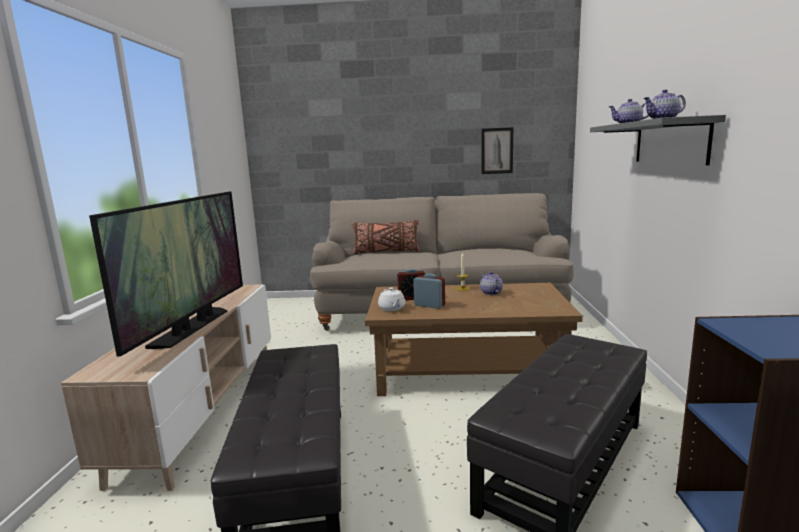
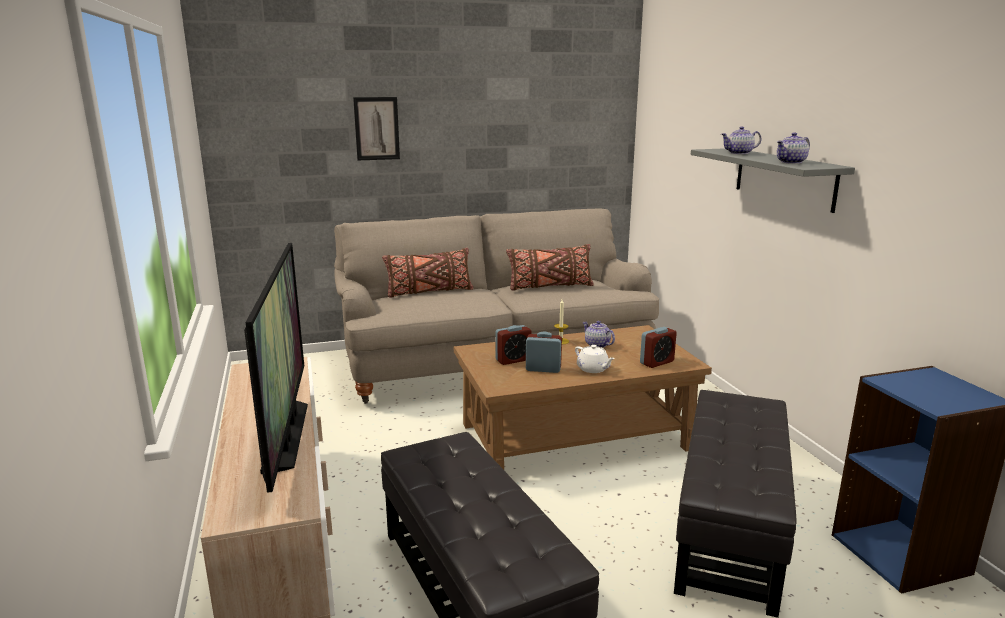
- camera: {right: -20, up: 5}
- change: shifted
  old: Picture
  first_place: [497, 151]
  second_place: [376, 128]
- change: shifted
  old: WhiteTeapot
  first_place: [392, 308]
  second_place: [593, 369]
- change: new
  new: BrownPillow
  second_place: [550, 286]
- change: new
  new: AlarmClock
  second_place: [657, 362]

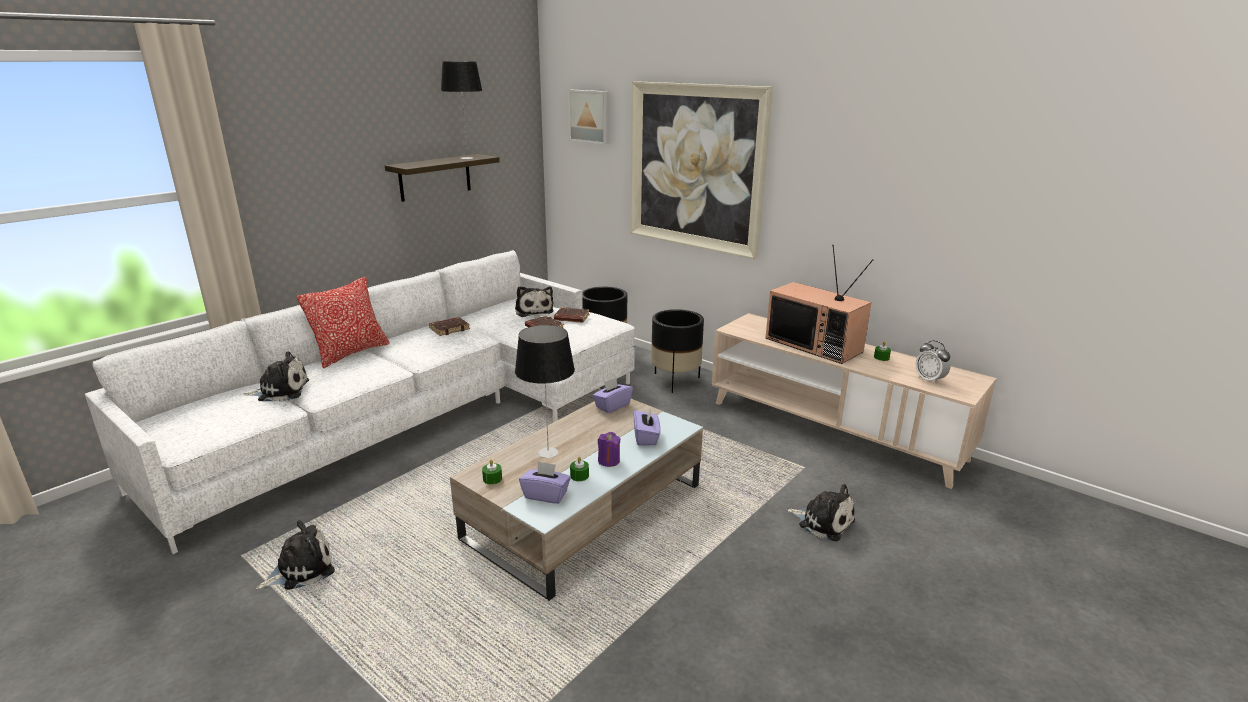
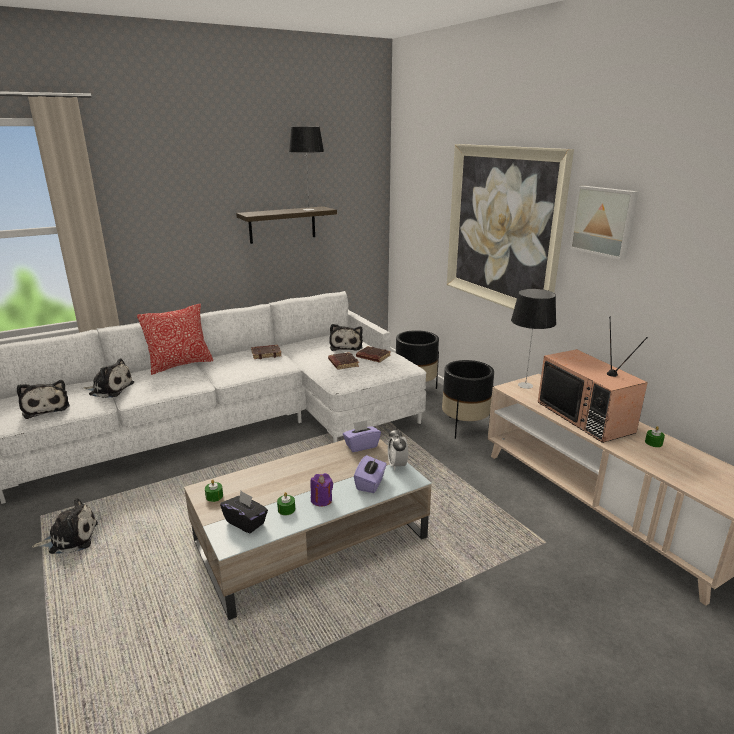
- camera: {right: 20, up: 0}
- change: shifted
  old: Picture
  first_place: [590, 116]
  second_place: [604, 221]
- change: shifted
  old: TableLamp
  first_place: [549, 452]
  second_place: [526, 385]
- change: shifted
  old: AlarmClock
  first_place: [929, 380]
  second_place: [397, 465]
- change: repainted
  old: PurpleTissueBox
  new: BlackTissueBox
  first_place: [546, 495]
  second_place: [246, 522]
- change: shifted
  old: PlushToy
  first_place: [823, 522]
  second_place: [46, 408]

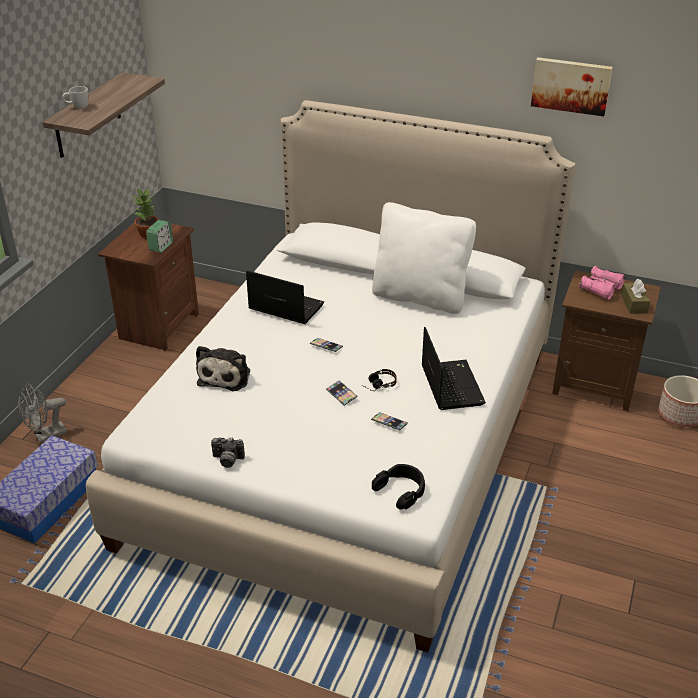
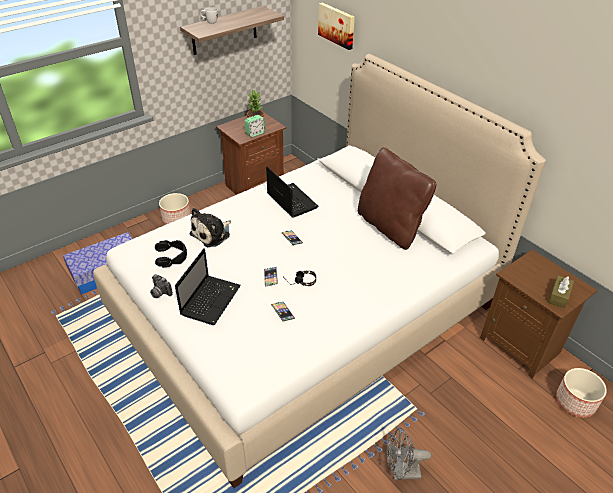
- camera: {right: 30, up: 5}
- change: shifted
  old: Picture
  first_place: [571, 85]
  second_place: [337, 25]
- change: repainted
  old: WhitePillow
  new: BrownPillow
  first_place: [420, 297]
  second_place: [390, 227]
- change: gone
  old: PinkBinoculars
  first_place: [601, 289]
- change: shifted
  old: Laptop
  first_place: [450, 385]
  second_place: [211, 299]
- change: shifted
  old: GreyFan
  first_place: [46, 436]
  second_place: [401, 472]
- change: shifted
  old: BlackHeadphones
  first_place: [401, 490]
  second_place: [171, 256]
- change: new
  new: Planter
  second_place: [176, 219]

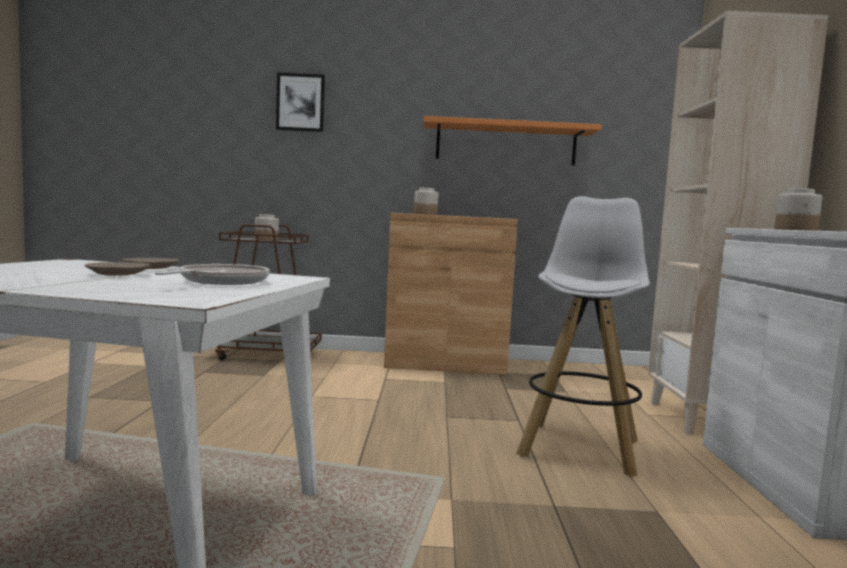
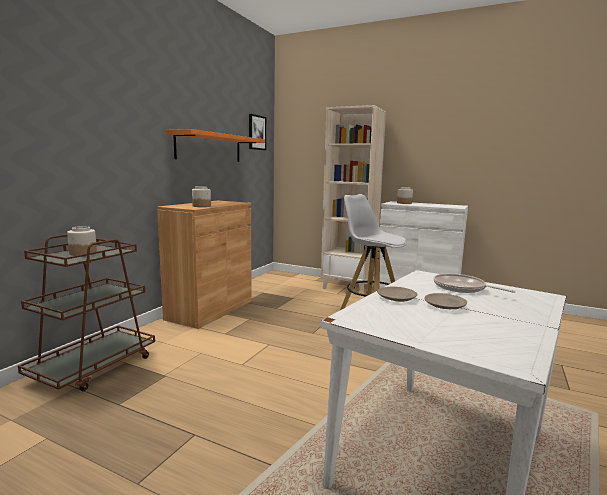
- camera: {right: -65, up: 5}
- change: shifted
  old: Picture
  first_place: [300, 102]
  second_place: [256, 132]

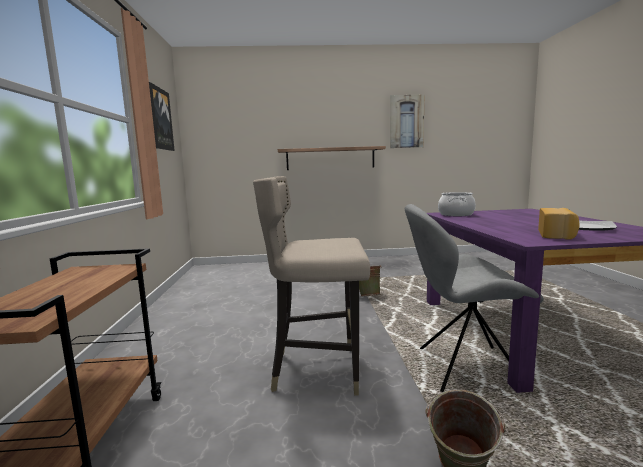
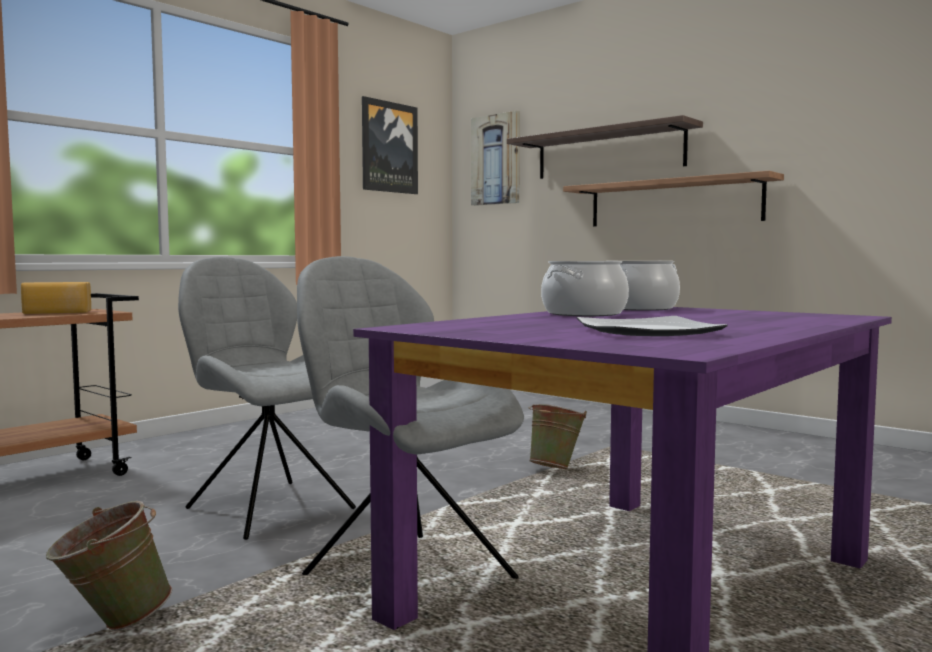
- camera: {right: 45, up: -5}
- change: shifted
  old: Picture
  first_place: [406, 121]
  second_place: [496, 160]
- change: swapped
  old: BeigeStool
  new: GreyChair
  first_place: [318, 370]
  second_place: [267, 507]
- change: shifted
  old: Bread
  first_place: [557, 235]
  second_place: [57, 312]
- change: new
  new: Shelf
  second_place: [608, 153]
- change: new
  new: CookingPot
  second_place: [584, 314]

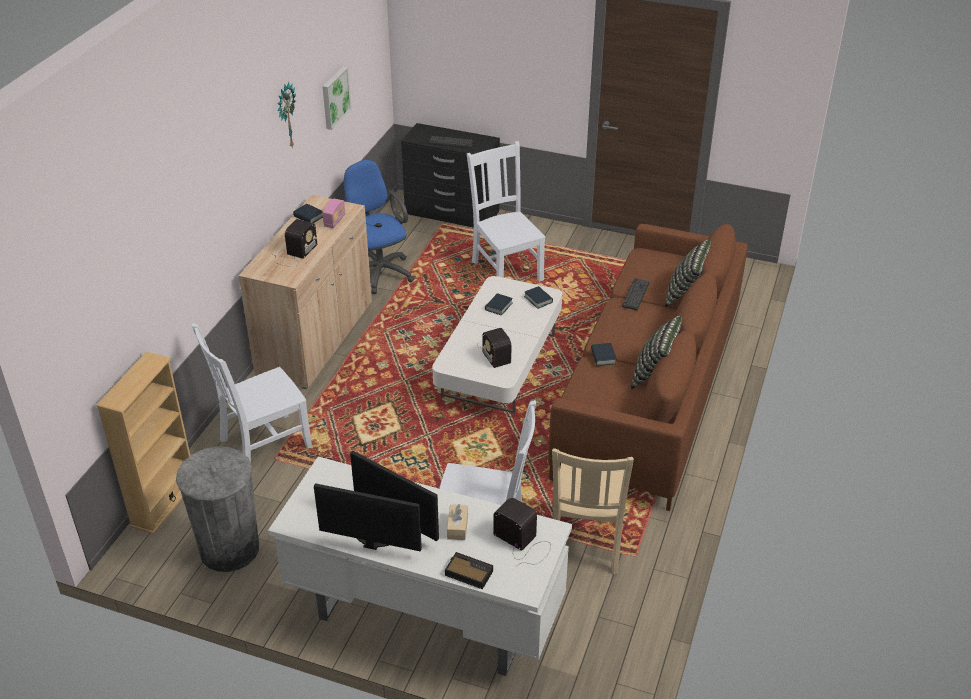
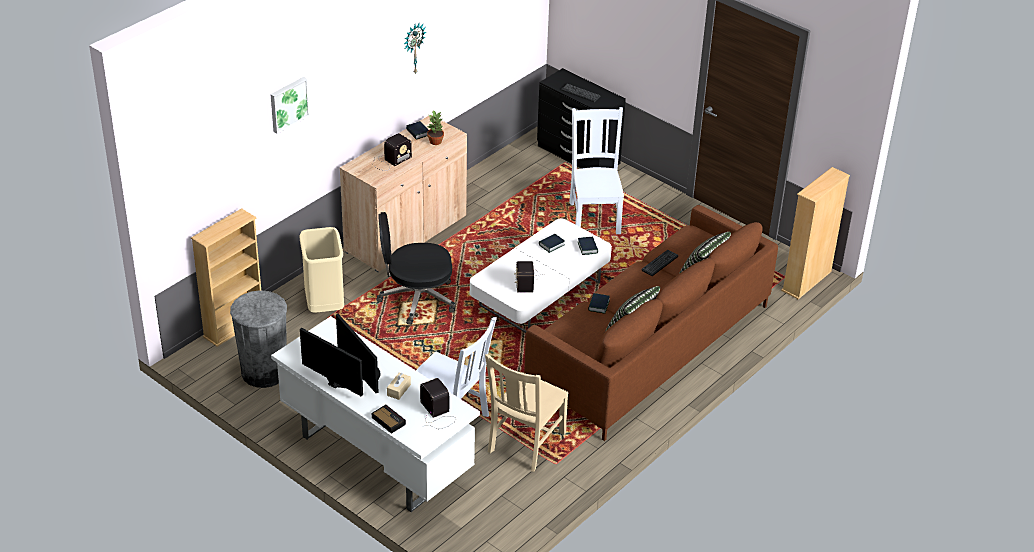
- camera: {right: 20, up: 0}
- change: shifted
  old: Picture
  first_place: [334, 97]
  second_place: [288, 104]
- change: gone
  old: BlueOfficeChair
  first_place: [378, 271]
- change: swapped
  old: Radio
  new: PottedPlant
  first_place: [334, 221]
  second_place: [435, 141]
- change: swapped
  old: WhiteChair
  new: BeigeTrashCan
  first_place: [262, 444]
  second_place: [324, 305]
- change: new
  new: BeigeBookcase
  second_place: [806, 281]
- change: new
  new: BlackOfficeChair
  second_place: [416, 299]

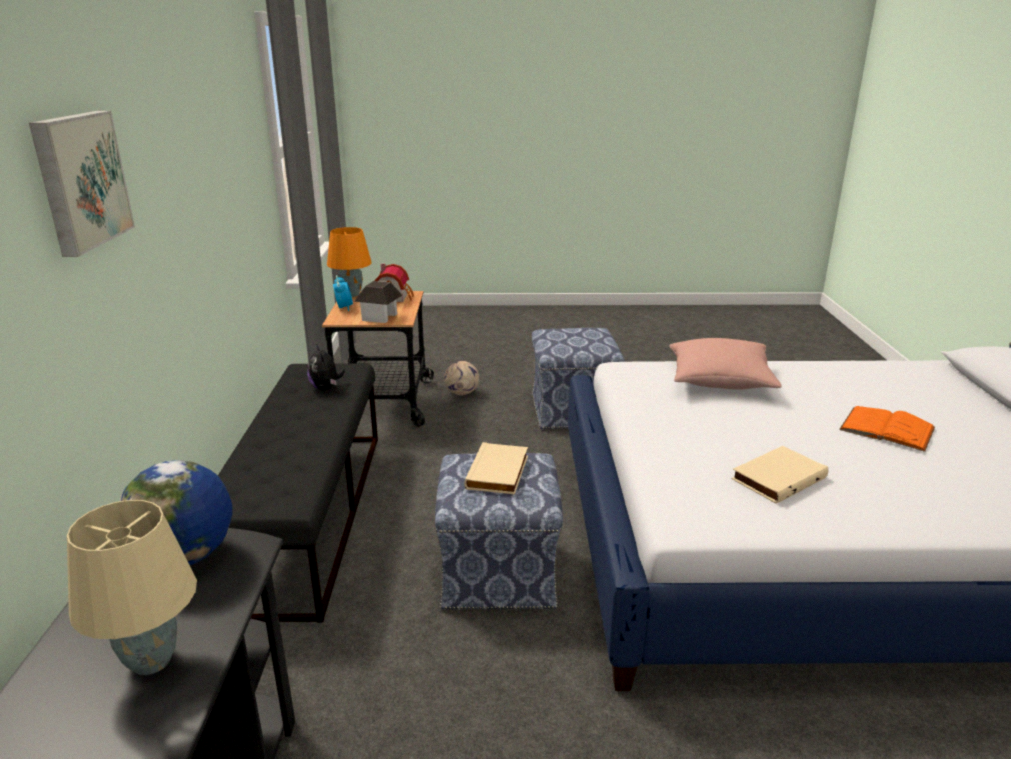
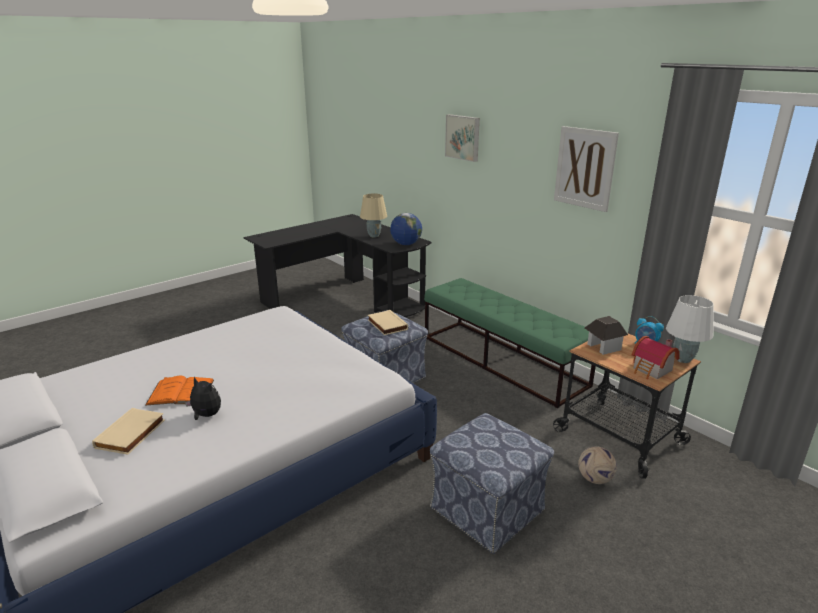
- camera: {right: 140, up: 0}
- change: repainted
  old: OrangeTableLamp
  new: WhiteTableLamp
  first_place: [352, 295]
  second_place: [682, 359]
- change: gone
  old: PinkPillow
  first_place: [720, 380]
- change: shifted
  old: PlushToy
  first_place: [326, 388]
  second_place: [206, 415]
- change: repainted
  old: BlackBench
  new: GreenBench
  first_place: [309, 514]
  second_place: [502, 360]
- change: shifted
  old: BeigeBook
  first_place: [777, 477]
  second_place: [131, 434]
- change: new
  new: Picture
  second_place: [585, 168]

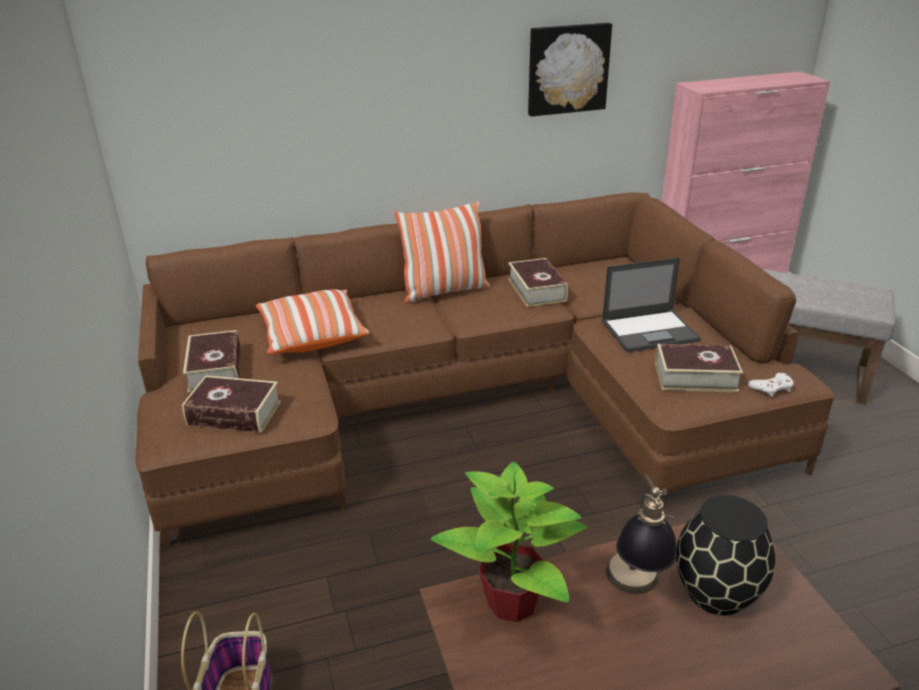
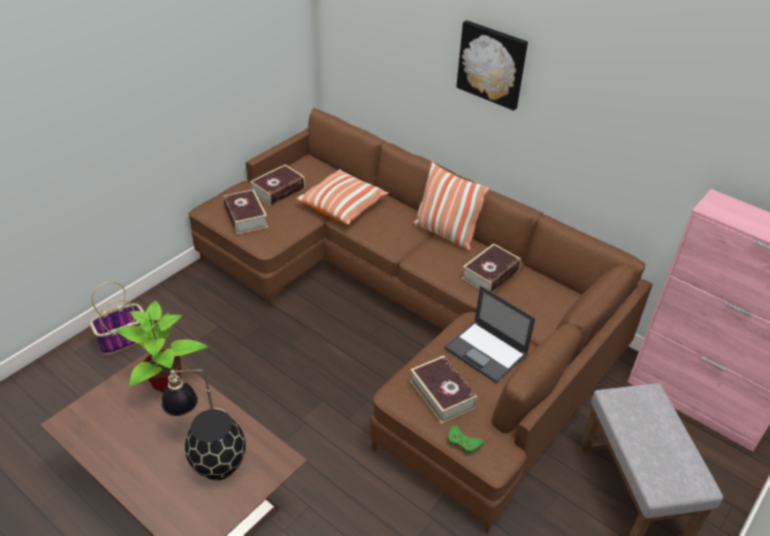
- camera: {right: 55, up: 10}
- change: shifted
  old: Picture
  first_place: [567, 69]
  second_place: [492, 64]
- change: repainted
  old: WhiteGameController
  new: GreenGameController
  first_place: [772, 387]
  second_place: [463, 442]

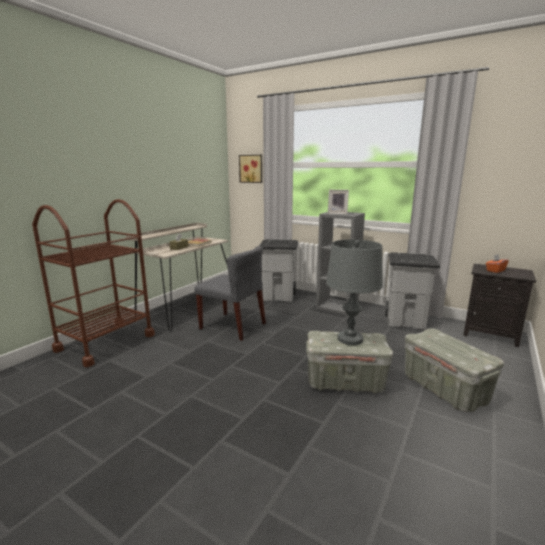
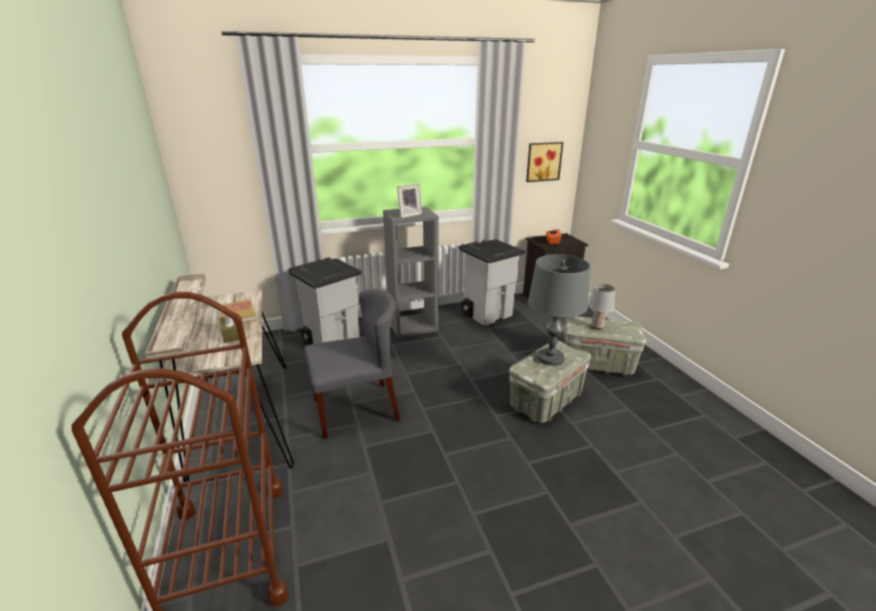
- camera: {right: -50, up: 10}
- change: shifted
  old: Picture
  first_place: [251, 168]
  second_place: [543, 161]
- change: new
  new: GreyTableLamp
  second_place: [597, 327]

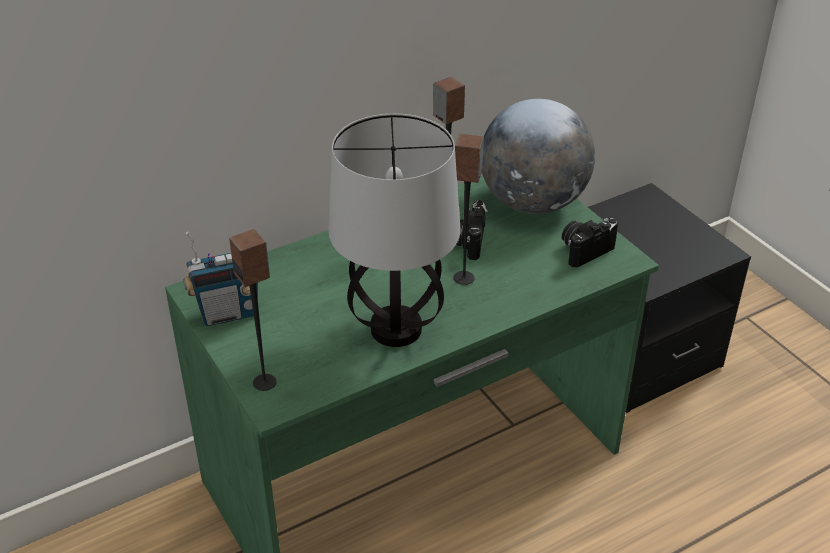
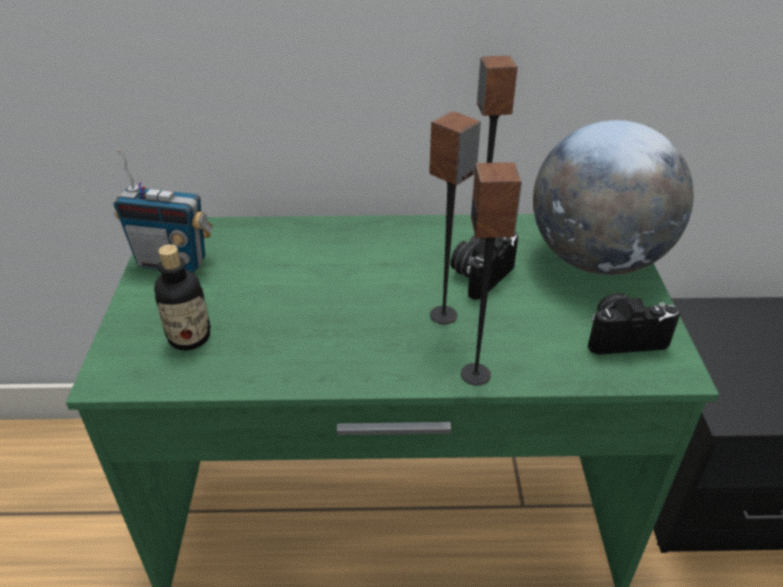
- camera: {right: 30, up: 0}
- change: gone
  old: TableLamp
  first_place: [394, 329]
- change: shifted
  old: Speaker
  first_place: [265, 382]
  second_place: [476, 374]
- change: new
  new: Bottle
  second_place: [189, 337]

